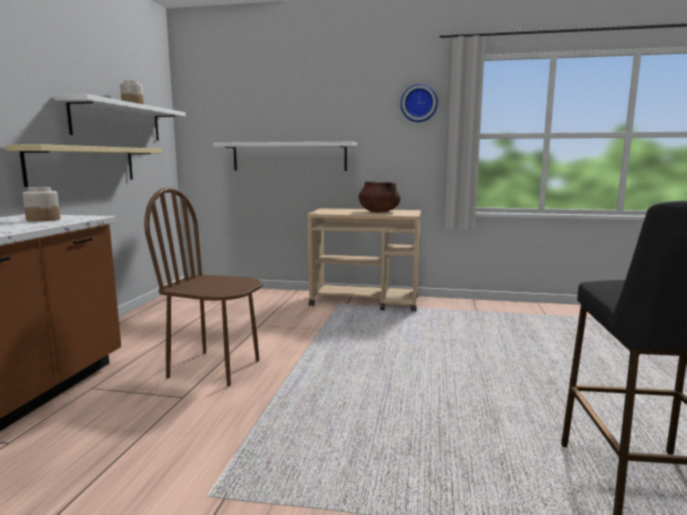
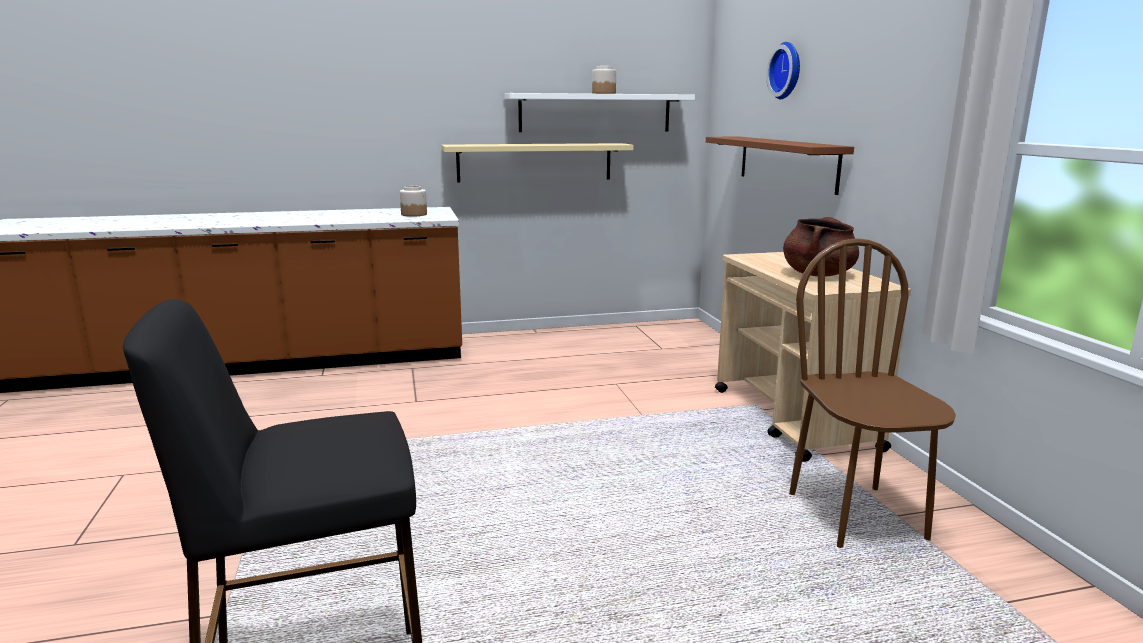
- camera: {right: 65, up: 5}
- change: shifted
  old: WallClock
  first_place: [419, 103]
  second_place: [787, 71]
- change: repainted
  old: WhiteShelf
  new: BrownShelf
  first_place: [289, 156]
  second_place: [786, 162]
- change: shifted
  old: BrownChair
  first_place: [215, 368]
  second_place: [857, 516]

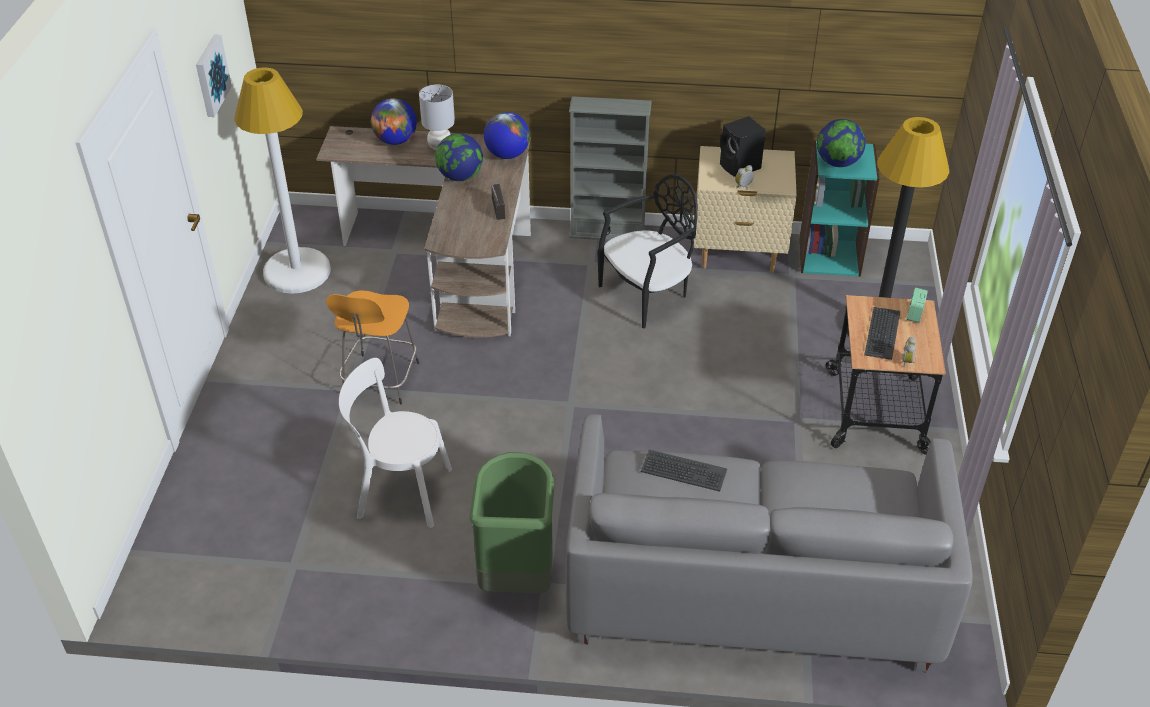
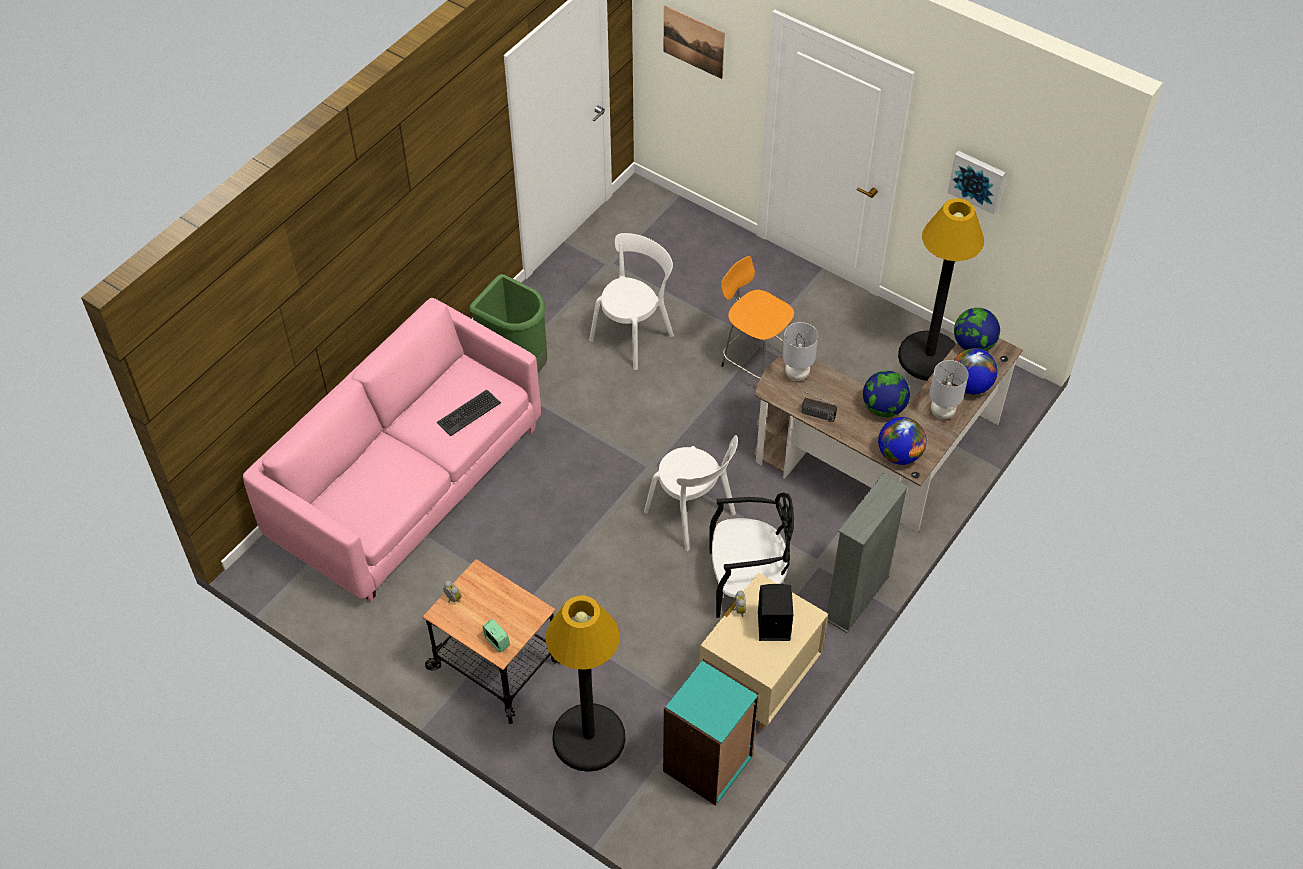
- camera: {right: 120, up: 10}
- change: repainted
  old: WhiteFloorLamp
  new: BlackFloorLamp
  first_place: [297, 271]
  second_place: [929, 357]
- change: shifted
  old: Globe
  first_place: [837, 163]
  second_place: [973, 344]
- change: rotated
  old: BlackChair
  first_place: [647, 295]
  second_place: [746, 582]
  degrees: -90
- change: gone
  old: Keyboard
  first_place: [881, 333]
- change: repainted
  old: GreySofa
  new: PinkSofa
  first_place: [750, 588]
  second_place: [407, 482]
- change: new
  new: Picture
  second_place: [693, 42]
- change: new
  new: GreyTableLamp
  second_place: [796, 374]
- change: new
  new: WhiteChair
  second_place: [692, 515]

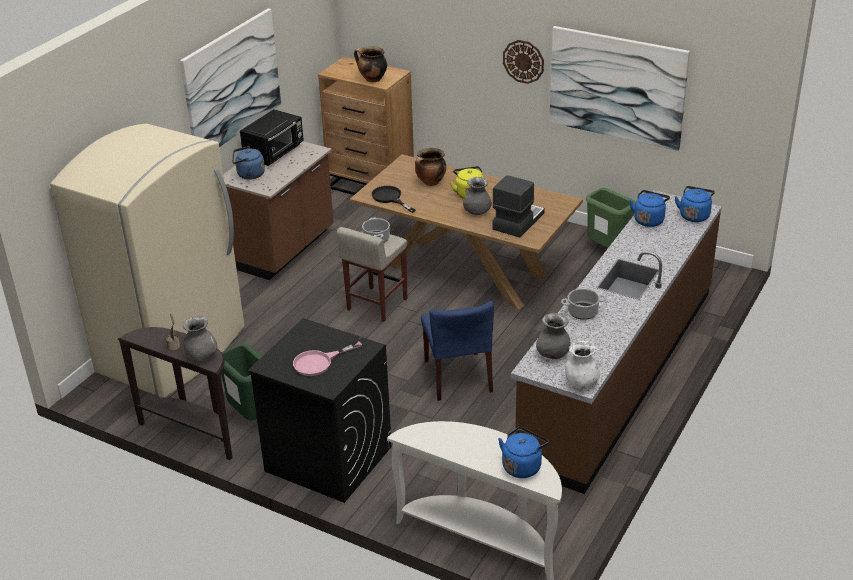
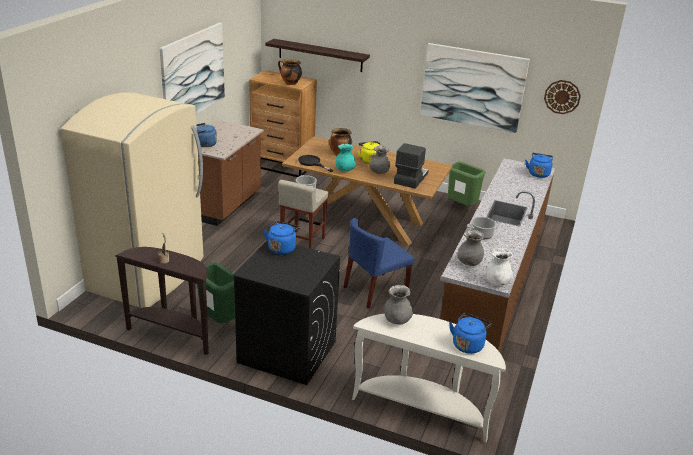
- camera: {right: -10, up: -5}
- change: shifted
  old: WallClock
  first_place: [523, 61]
  second_place: [562, 97]
- change: gone
  old: BlackMicrowave
  first_place: [275, 153]
- change: shifted
  old: BlueKettle
  first_place: [649, 220]
  second_place: [282, 248]
- change: rotated
  old: BlueChair
  first_place: [458, 376]
  second_place: [375, 290]
  degrees: 75
- change: shifted
  old: GreyVase
  first_place: [201, 356]
  second_place: [396, 320]
- change: gone
  old: PinkFryingPan
  first_place: [319, 362]
- change: new
  new: Shelf
  second_place: [320, 55]
- change: new
  new: TurquoiseVase
  second_place: [344, 170]

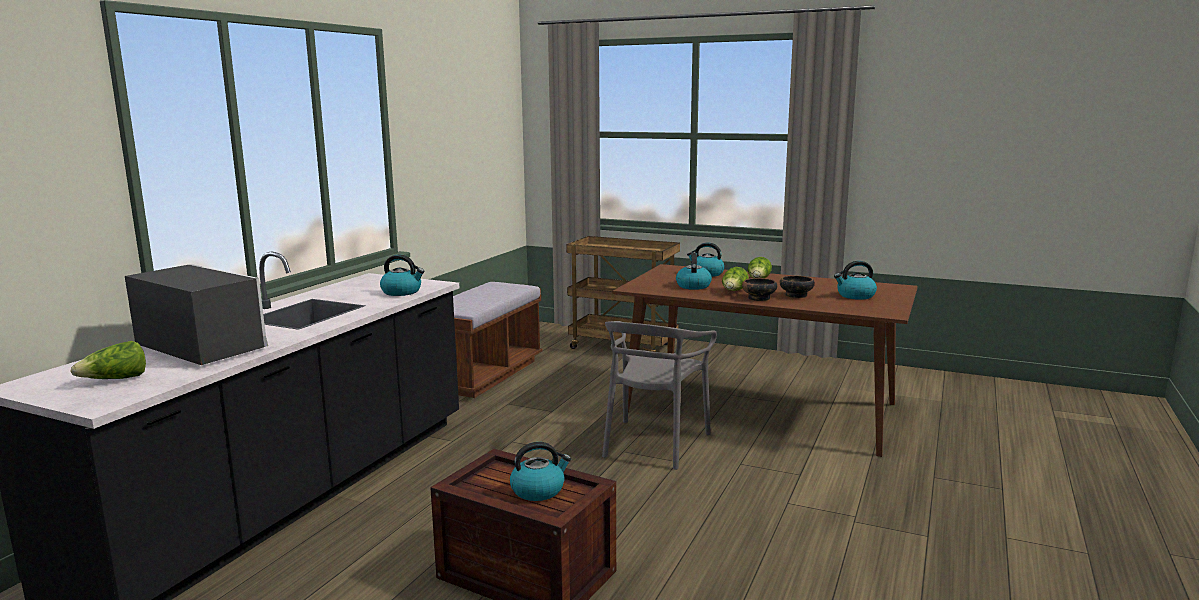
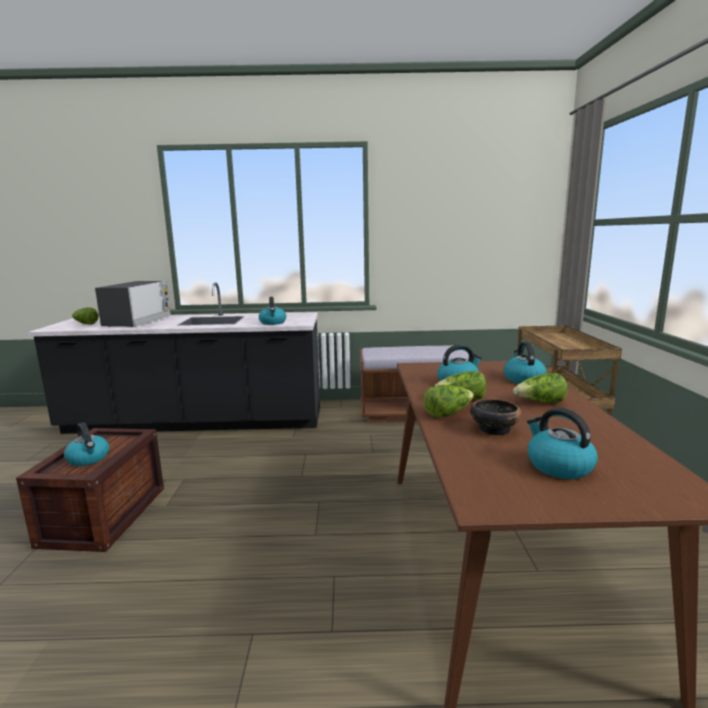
- camera: {right: 65, up: 0}
- change: swapped
  old: Bowl
  new: Lettuce
  first_place: [758, 298]
  second_place: [447, 413]
- change: gone
  old: GreyChair
  first_place: [654, 444]

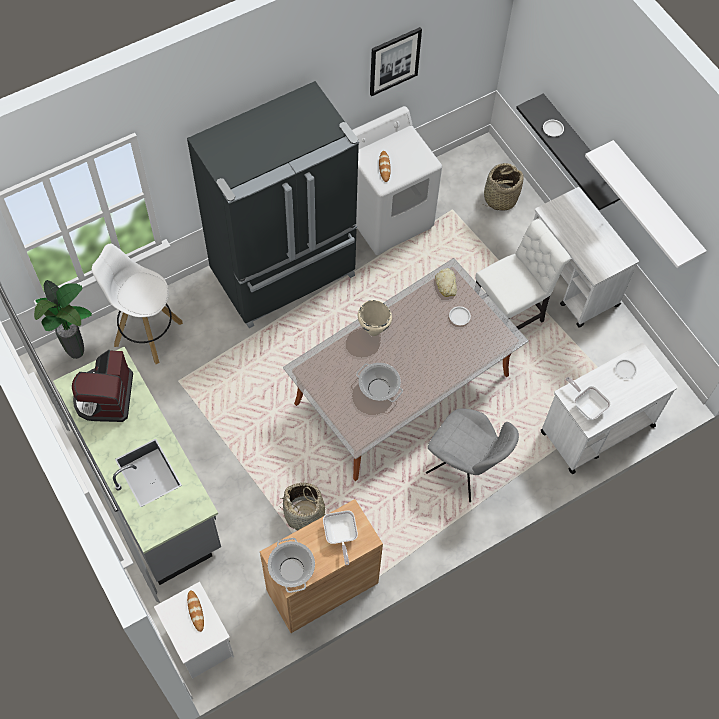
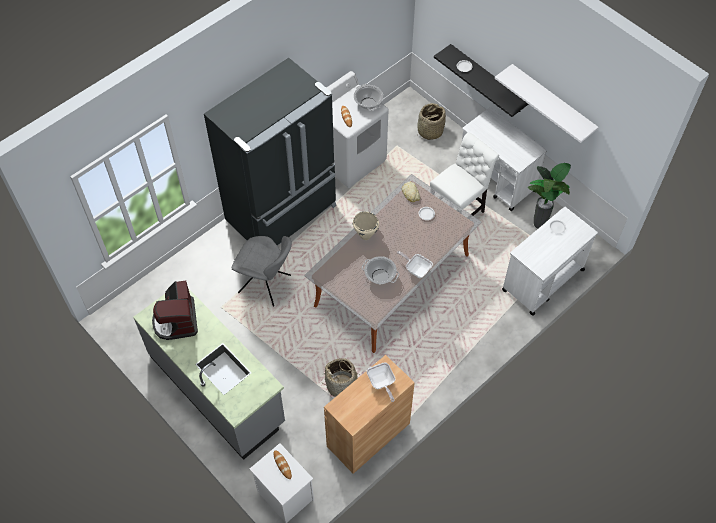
- camera: {right: -10, up: -5}
- change: gone
  old: Picture
  first_place: [394, 61]
- change: gone
  old: WhiteStool
  first_place: [147, 333]
- change: shifted
  old: PottedPlant
  first_place: [78, 353]
  second_place: [540, 225]
- change: shifted
  old: FryingPan
  first_place: [586, 405]
  second_place: [416, 269]
- change: shifted
  old: GreyChair
  first_place: [464, 469]
  second_place: [266, 285]
- change: shifted
  old: CookingPot
  first_place: [291, 569]
  second_place: [368, 103]

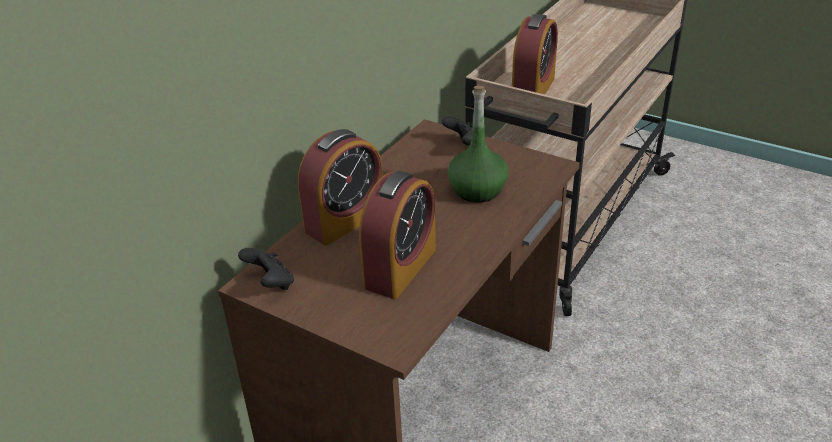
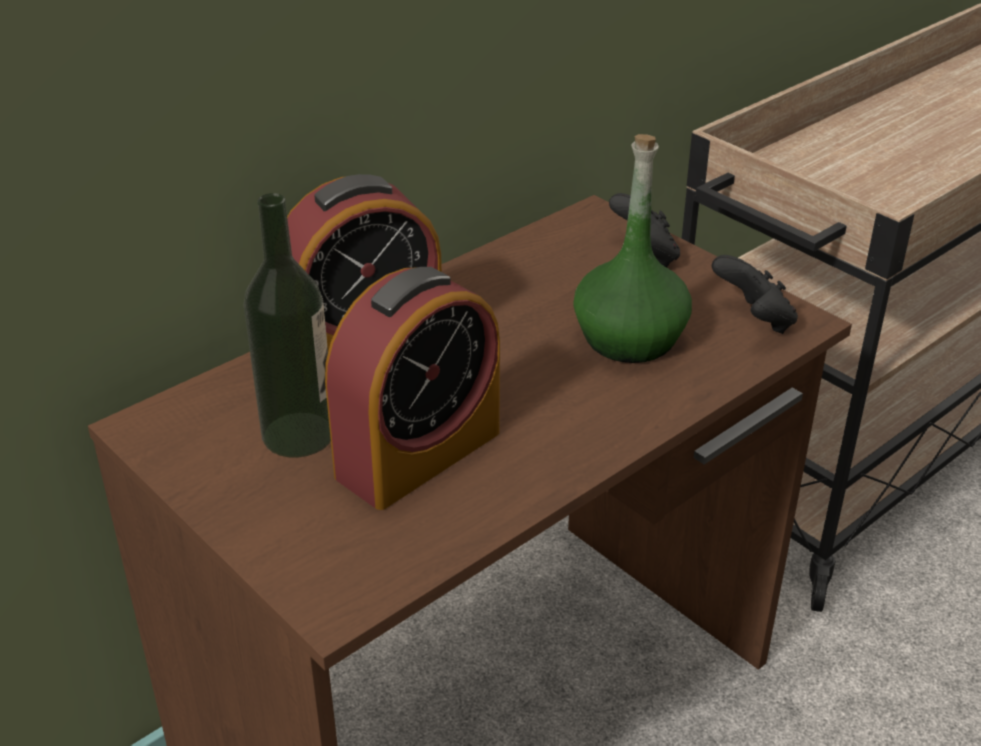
- camera: {right: 15, up: 0}
- change: gone
  old: AlarmClock
  first_place: [533, 90]
- change: shifted
  old: BlackGameController
  first_place: [271, 284]
  second_place: [754, 321]
- change: new
  new: Bottle
  second_place: [298, 434]

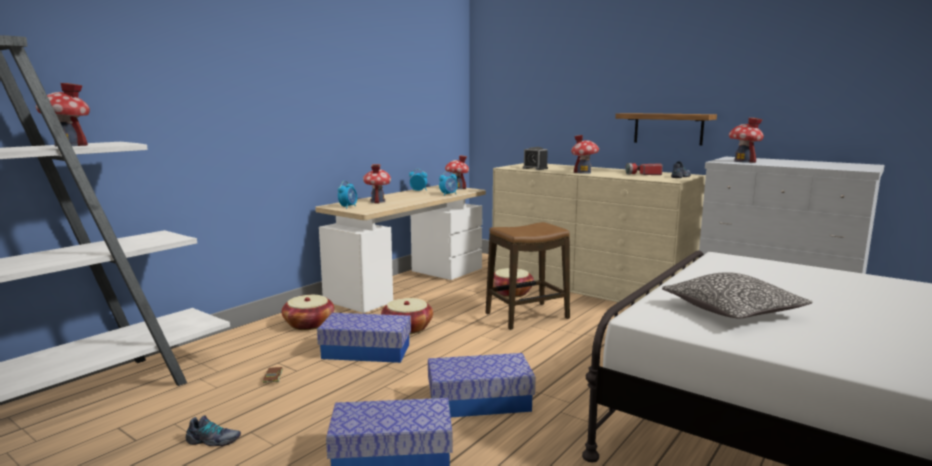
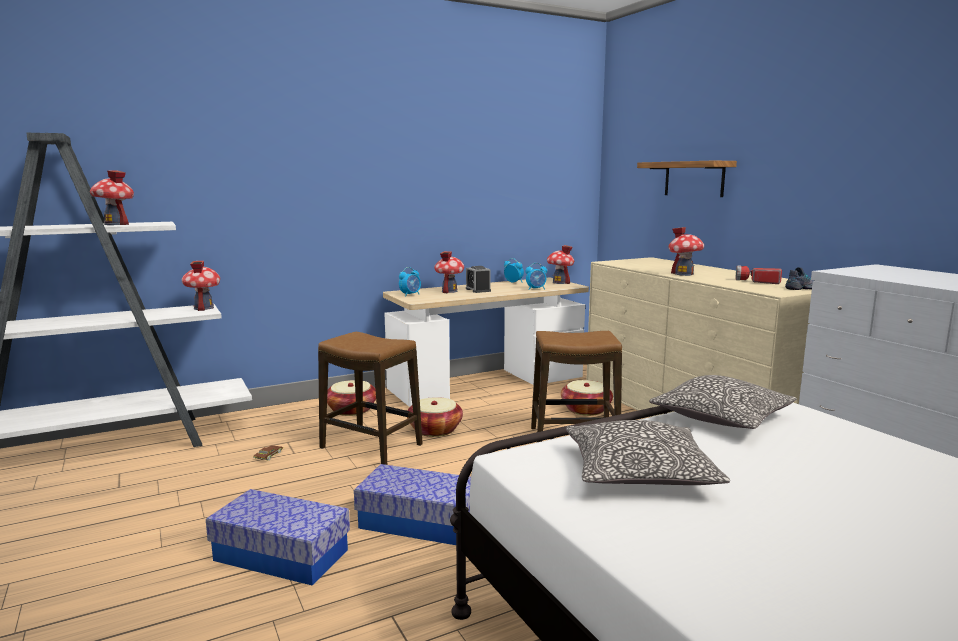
- camera: {right: 25, up: 0}
- change: shifted
  old: Shelf
  first_place: [668, 128]
  second_place: [694, 179]
- change: shifted
  old: ToyHouse
  first_place: [743, 161]
  second_place: [203, 308]
- change: shifted
  old: AlarmClock
  first_place: [535, 168]
  second_place: [478, 290]
- change: swapped
  old: StorageBox
  new: Stool
  first_place: [366, 351]
  second_place: [371, 446]
- change: gone
  old: Shoe
  first_place: [213, 441]
- change: new
  new: Pillow
  second_place: [721, 417]

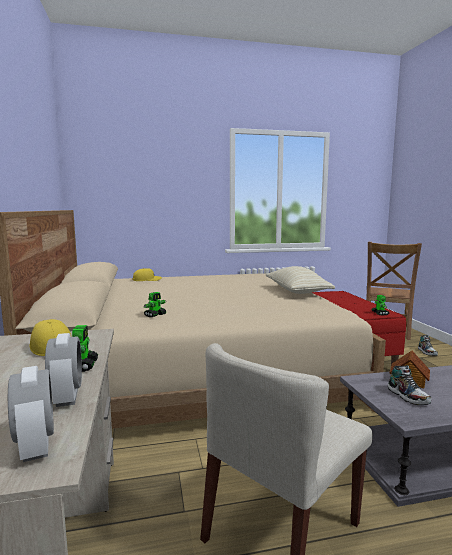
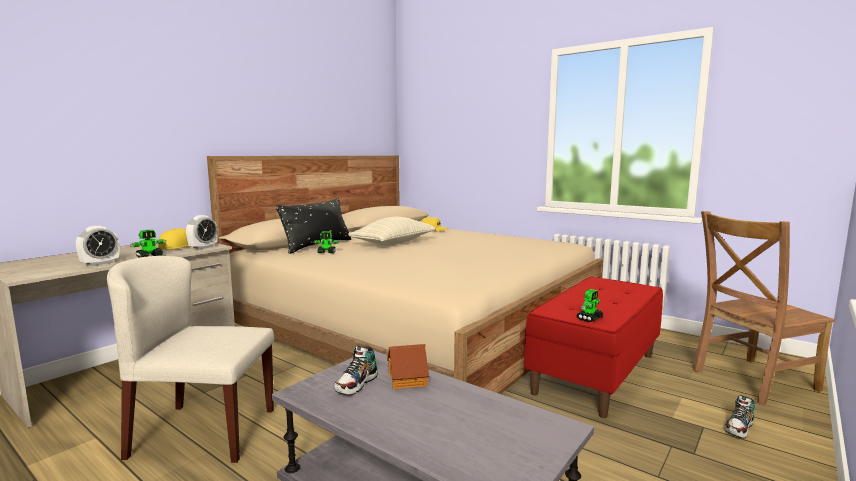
- camera: {right: 50, up: 0}
- change: shifted
  old: BeigePillow
  first_place: [297, 291]
  second_place: [394, 243]
- change: shifted
  old: AlarmClock
  first_place: [36, 446]
  second_place: [203, 247]
- change: new
  new: BlackPillow
  second_place: [317, 246]

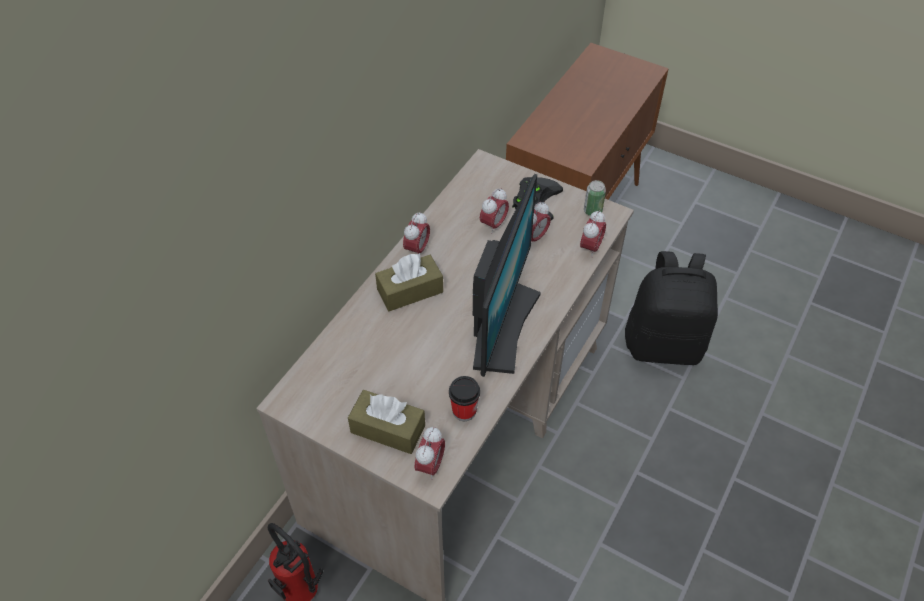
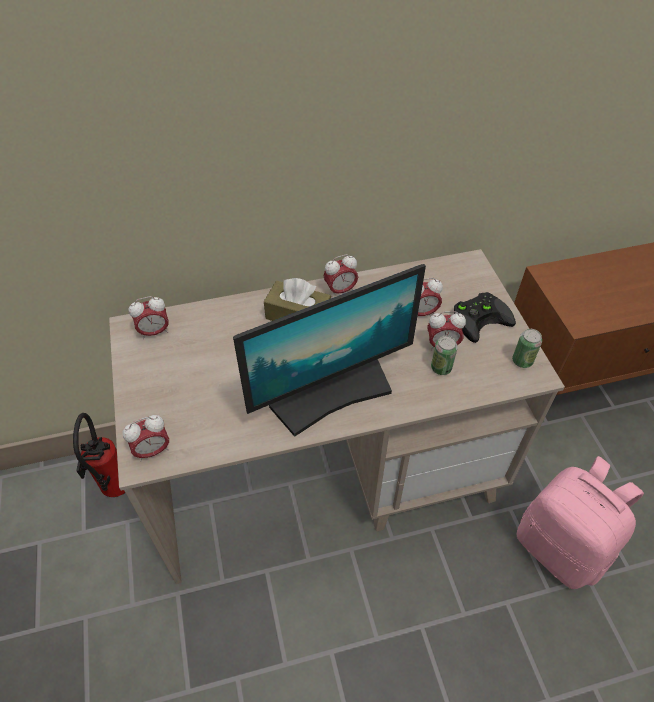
- camera: {right: 45, up: 0}
- change: shifted
  old: AlarmClock
  first_place: [590, 248]
  second_place: [154, 332]
- change: repainted
  old: BlackBackpack
  new: PinkBackpack
  first_place: [664, 344]
  second_place: [560, 547]
- change: gone
  old: Cup
  first_place: [464, 411]
- change: gone
  old: BrownTissueBox
  first_place: [388, 429]
- change: new
  new: Can
  second_place: [441, 368]

